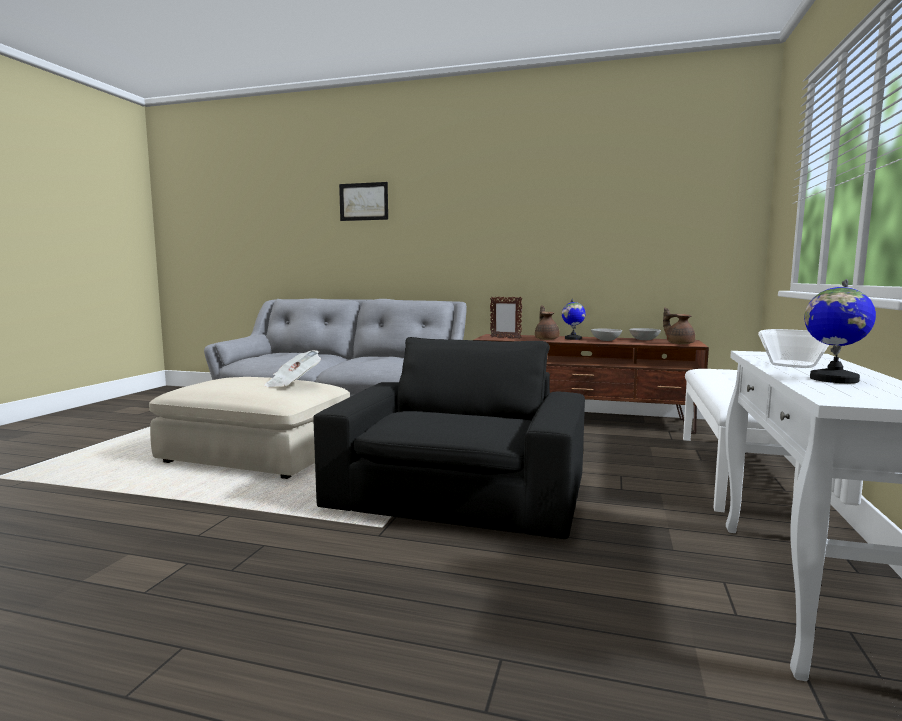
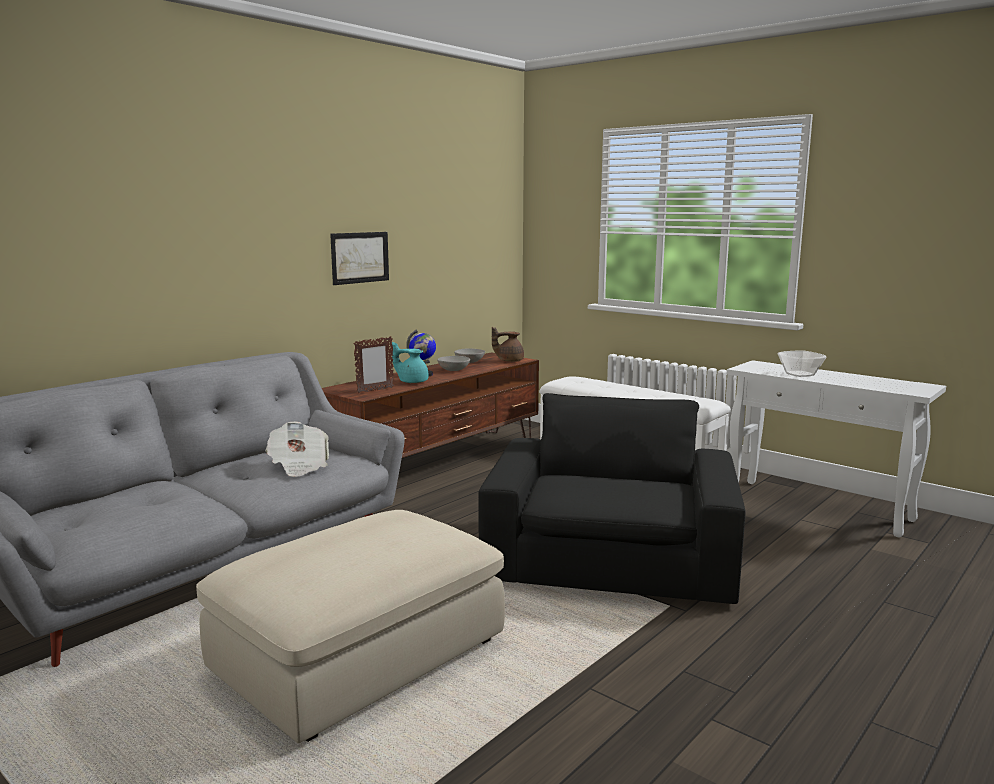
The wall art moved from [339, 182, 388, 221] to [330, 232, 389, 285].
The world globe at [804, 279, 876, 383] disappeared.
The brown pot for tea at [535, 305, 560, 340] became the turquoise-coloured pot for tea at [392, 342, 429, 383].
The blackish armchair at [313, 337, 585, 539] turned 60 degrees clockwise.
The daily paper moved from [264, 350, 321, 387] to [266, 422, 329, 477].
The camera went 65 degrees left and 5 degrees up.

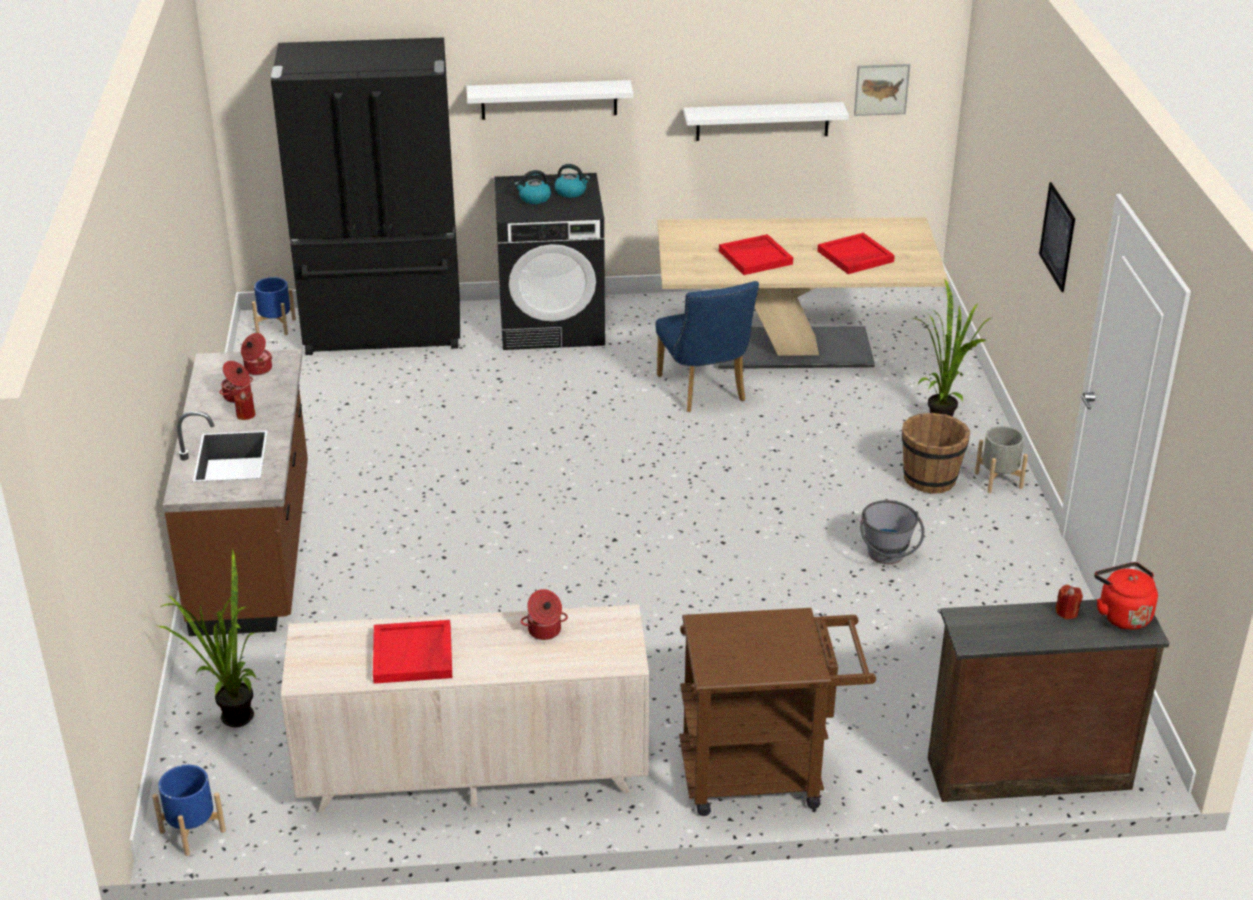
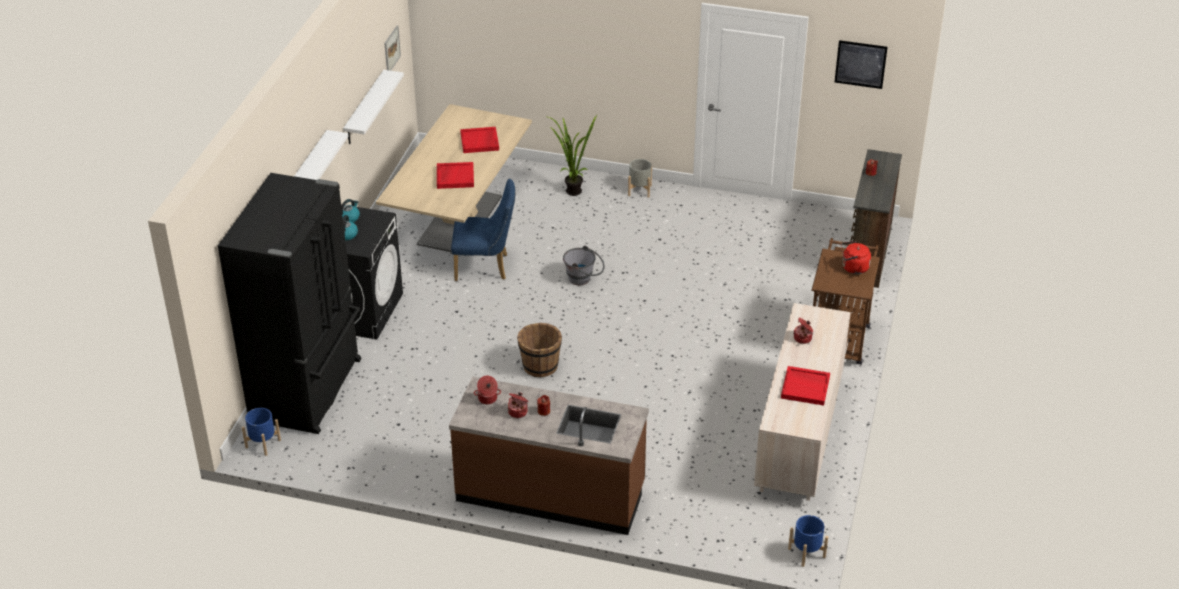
The wall art moved from [1039, 182, 1075, 292] to [835, 40, 888, 89].
The brown water bucket moved from [902, 413, 970, 494] to [517, 323, 562, 377].
The gray water bucket moved from [860, 500, 924, 564] to [563, 246, 605, 285].
The plant in a pot at [158, 548, 256, 727] disappeared.
The red tea kettle moved from [1094, 562, 1158, 630] to [841, 241, 871, 274].
The camera went 70 degrees left and 5 degrees up.

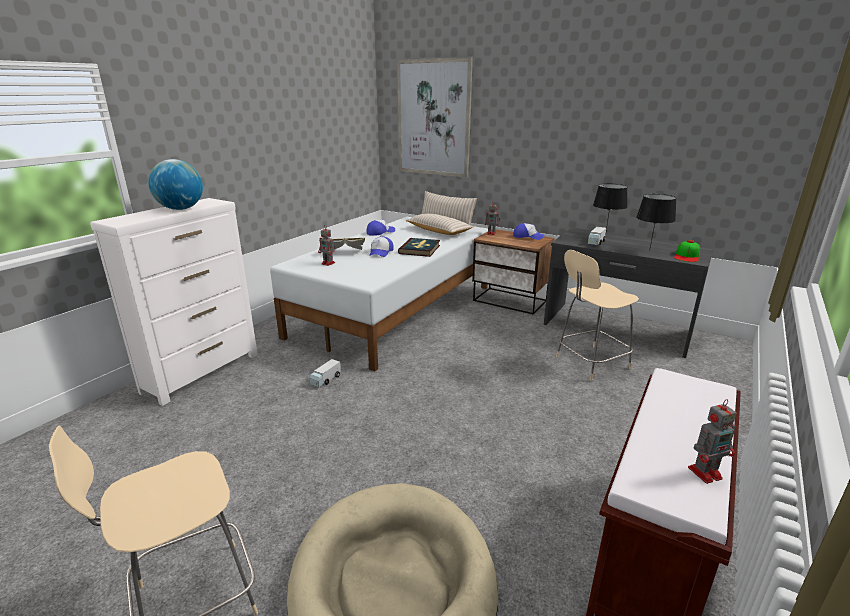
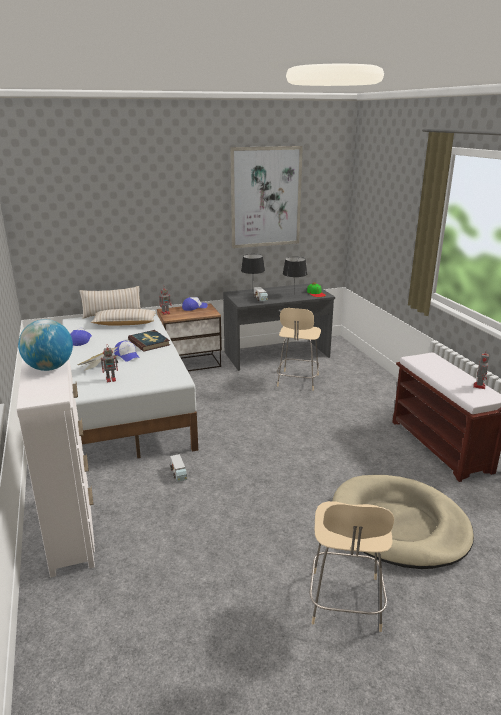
The wall art moved from [397, 57, 473, 178] to [230, 146, 303, 248].
The camera went 50 degrees left and 0 degrees up.

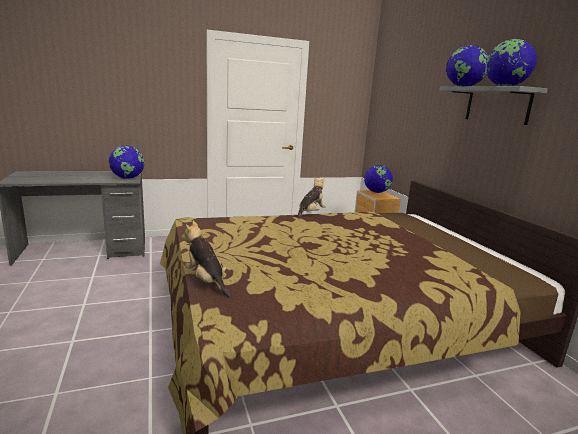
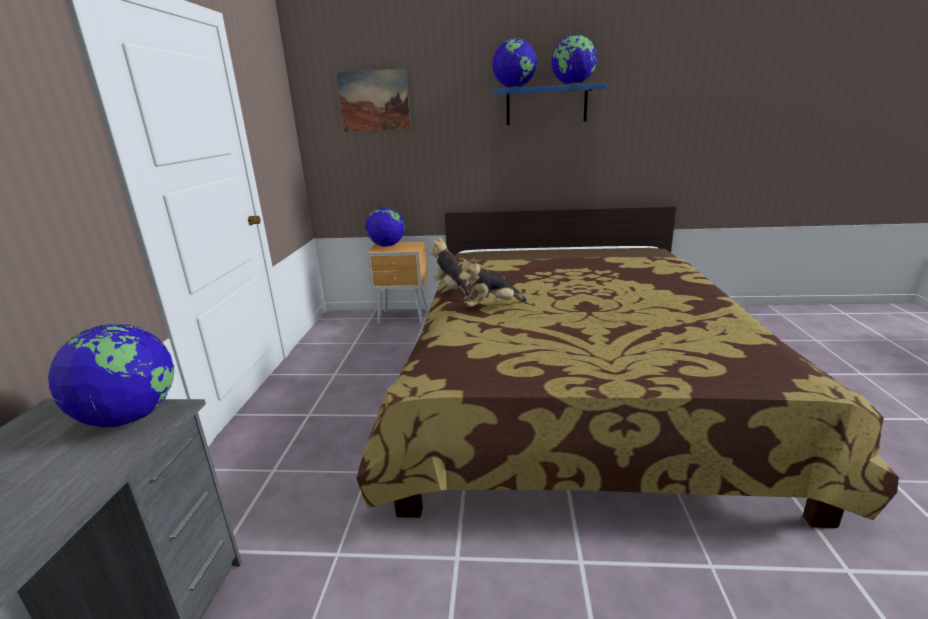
The gray wall shelf at [439, 86, 548, 125] became the bluish wall shelf at [493, 83, 608, 125].
The cuddly toy moved from [181, 221, 231, 297] to [459, 258, 527, 307].
The wall art at [336, 68, 411, 132] appeared.
The camera went 65 degrees left and 5 degrees up.

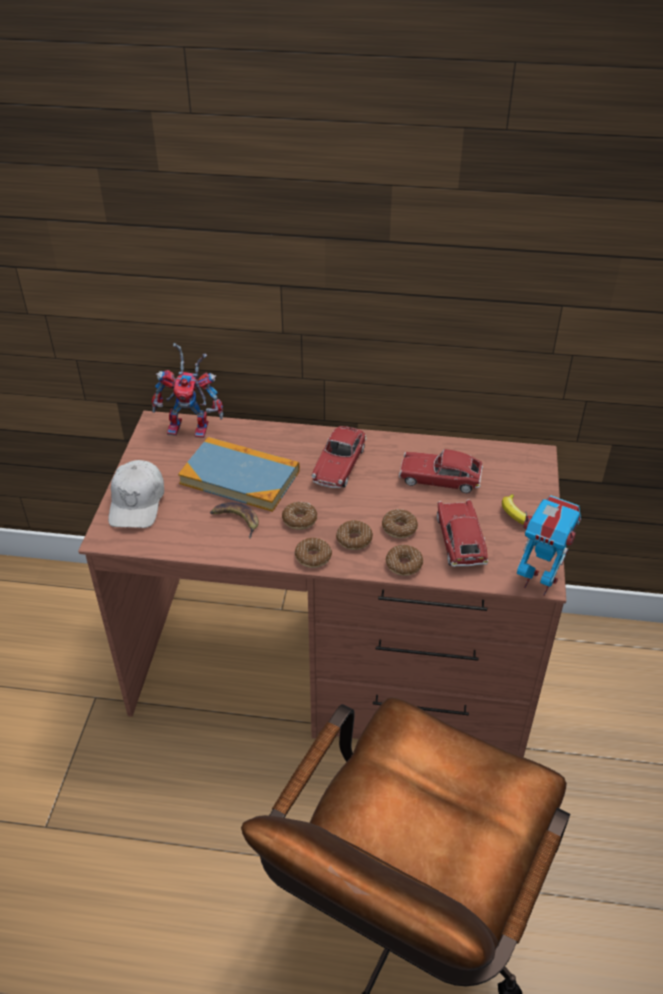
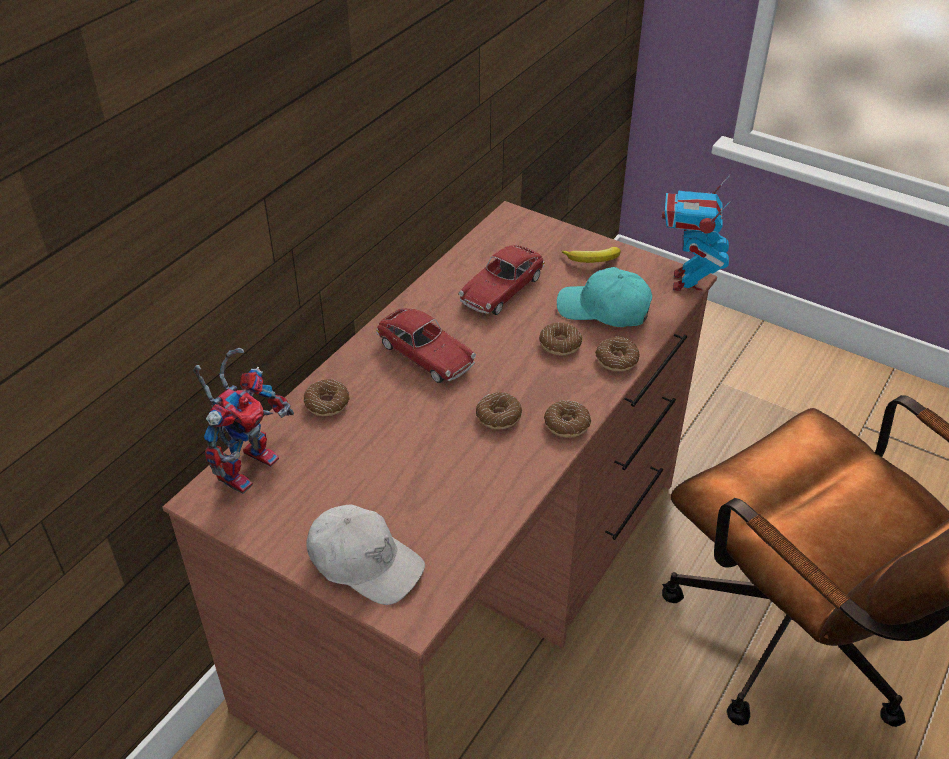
The volume at [178, 437, 300, 512] disappeared.
The model robot at [517, 495, 581, 595] turned 45 degrees counterclockwise.
The model car at [437, 499, 488, 567] was replaced by the turquoise-coloured cap at [557, 267, 652, 327].
The banana at [210, 502, 259, 539] disappeared.
The ring doughnut moved from [336, 520, 373, 550] to [304, 379, 350, 416].
The camera went 65 degrees left and 0 degrees up.

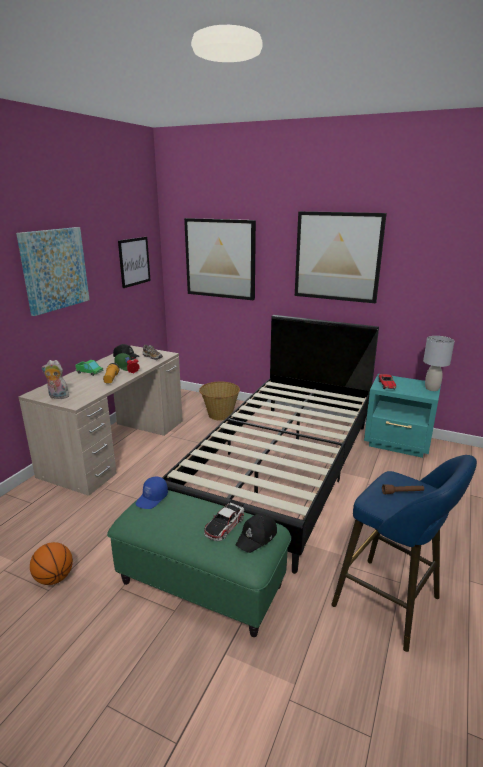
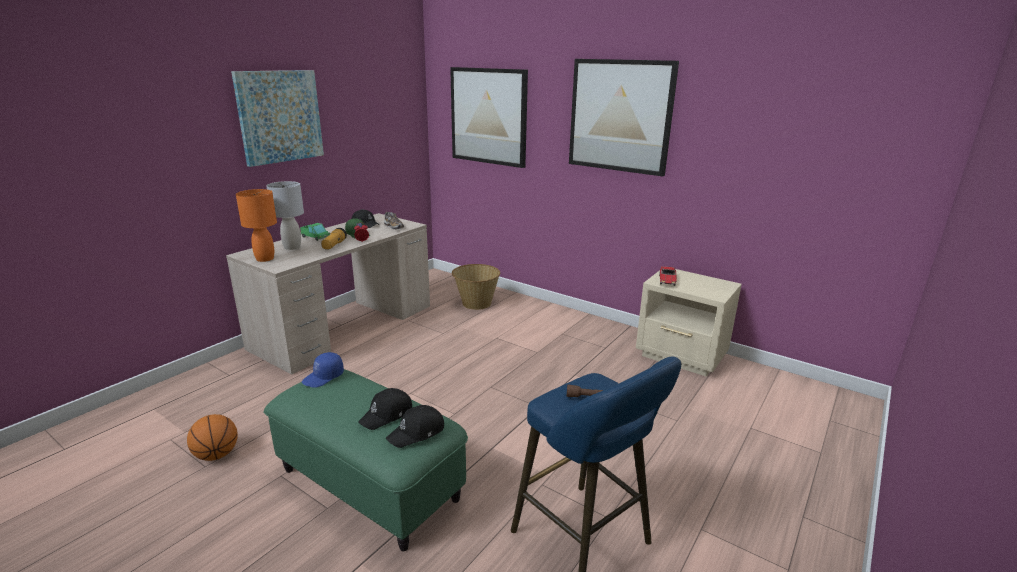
The wall art at [118, 237, 151, 288] disappeared.
The blackish bed at [162, 315, 379, 574] disappeared.
The gray table lamp moved from [423, 336, 455, 391] to [266, 181, 304, 250].
The cuddly toy at [42, 360, 69, 399] was replaced by the orange table lamp at [236, 189, 277, 262].
The turquoise-coloured night table at [364, 374, 441, 458] became the beige night table at [636, 269, 742, 377].
The model car at [204, 499, 244, 541] was replaced by the blackish cap at [358, 388, 412, 430].
The camera went 10 degrees right and 0 degrees up.

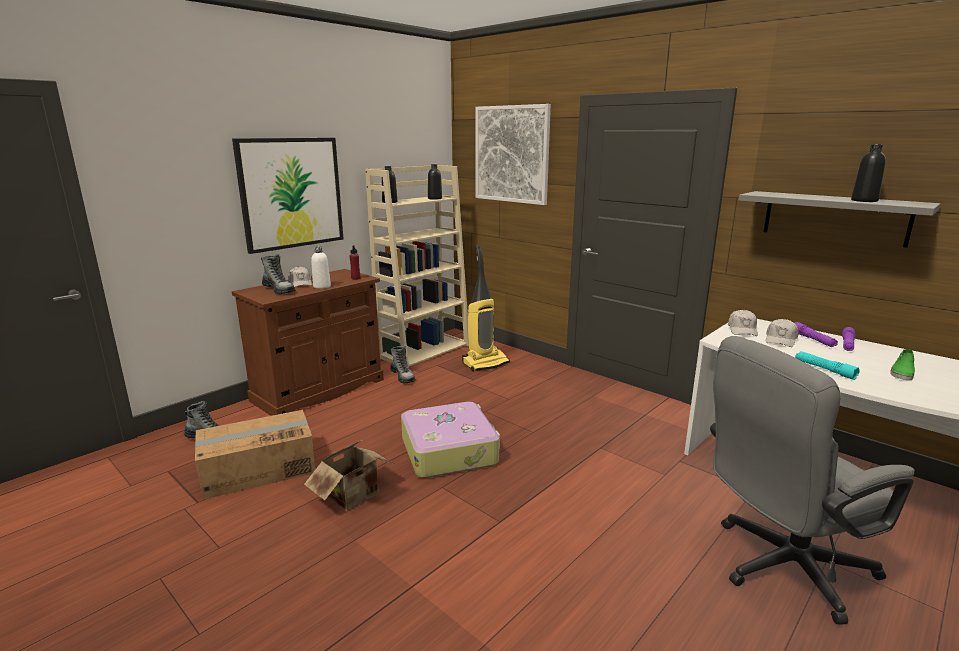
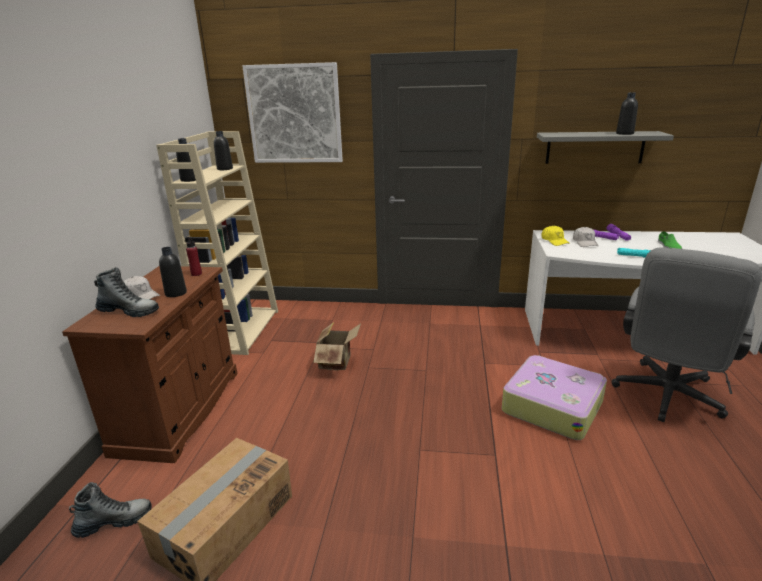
The wall art at [232, 138, 344, 254] disappeared.
The hoover at [462, 245, 510, 372] disappeared.
The white-coloured bottle at [311, 247, 331, 289] became the blackish bottle at [159, 247, 187, 297].
The white-coloured cap at [728, 310, 758, 336] became the yellowish cap at [542, 225, 570, 246].
The boot at [390, 346, 416, 383] disappeared.
The suitcase moved from [401, 402, 500, 478] to [502, 355, 607, 440].
The packing box moved from [304, 440, 394, 511] to [313, 322, 361, 370].
The camera went 35 degrees left and 5 degrees up.

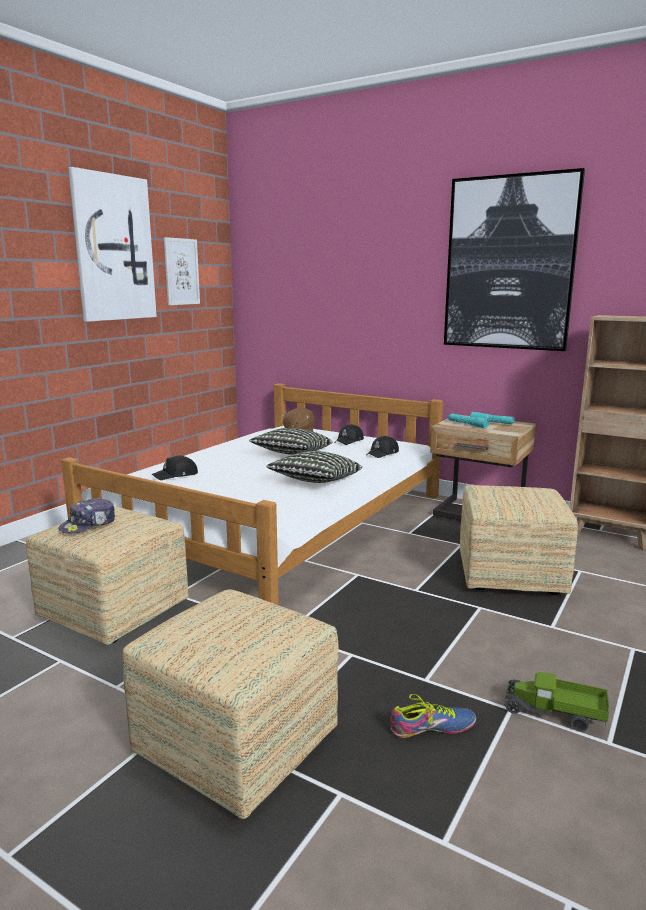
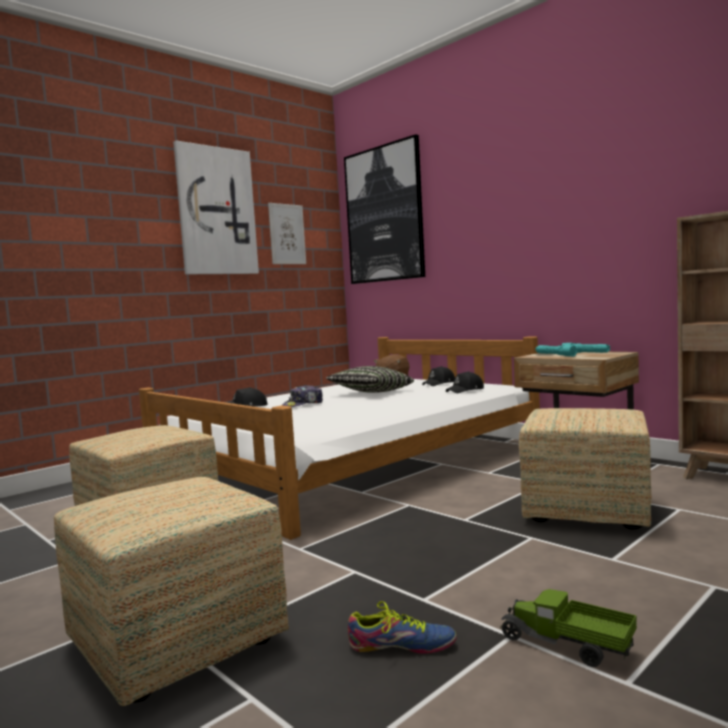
The wall art moved from [444, 168, 585, 351] to [344, 134, 425, 284].
The cushion at [266, 451, 362, 483] disappeared.
The cap moved from [59, 497, 115, 534] to [282, 385, 323, 407].
The camera went 15 degrees right and 10 degrees down.

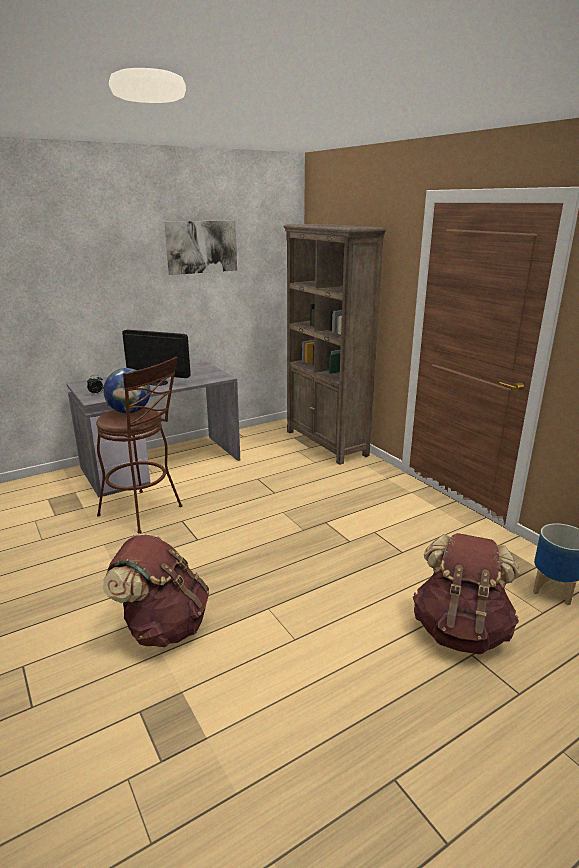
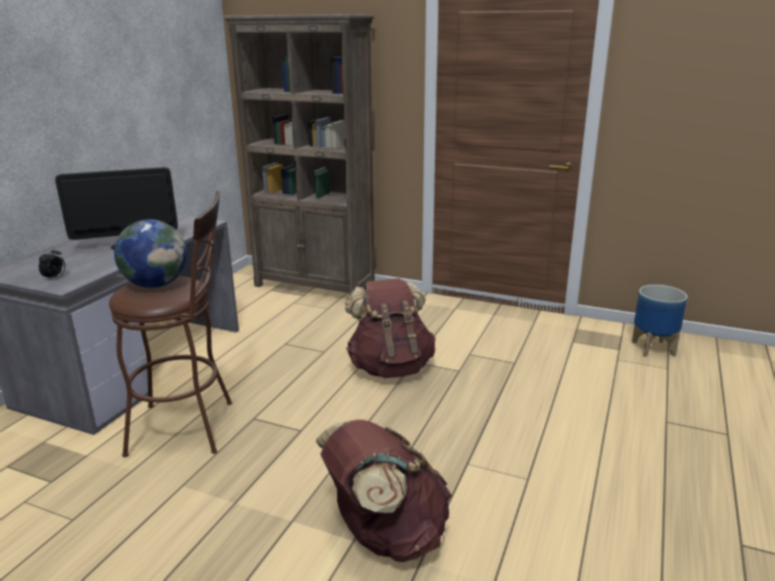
The wall art at [164, 220, 237, 275] disappeared.
The brown backpack moved from [413, 533, 520, 654] to [345, 278, 435, 378].
The camera went 35 degrees left and 0 degrees up.

